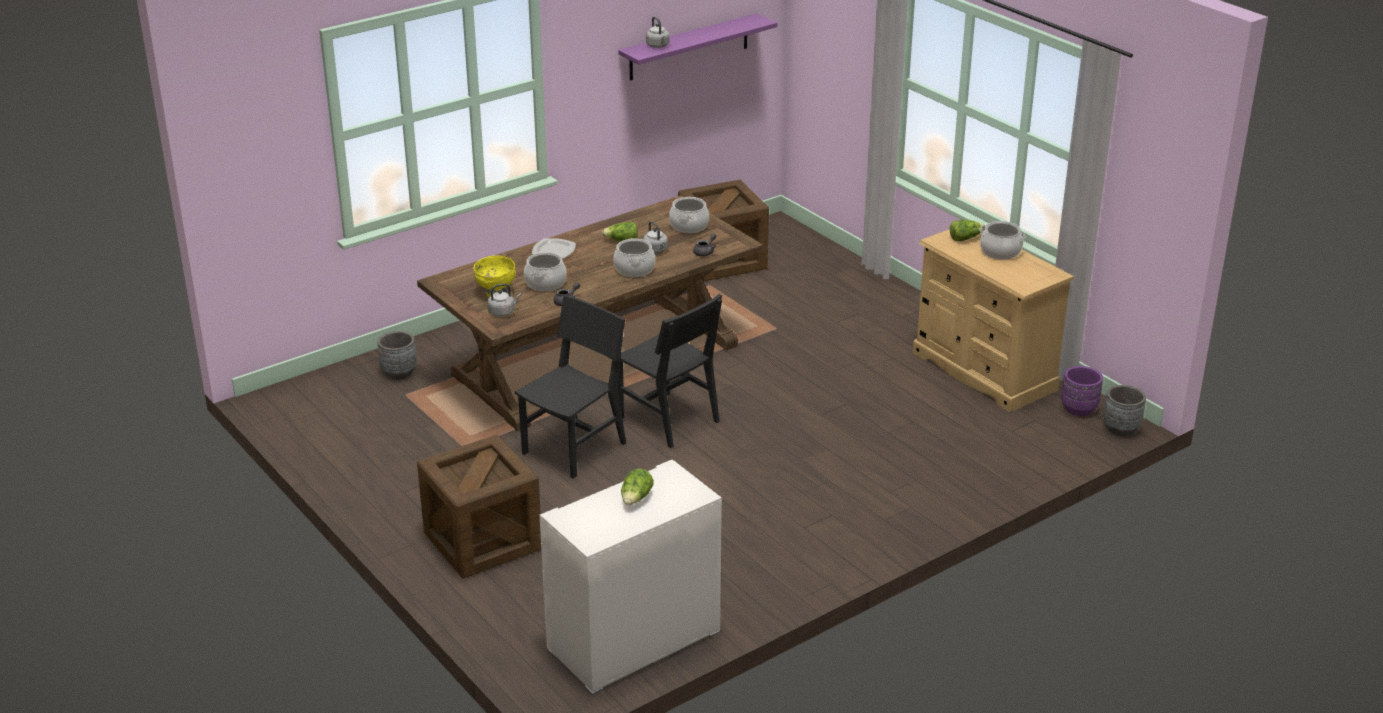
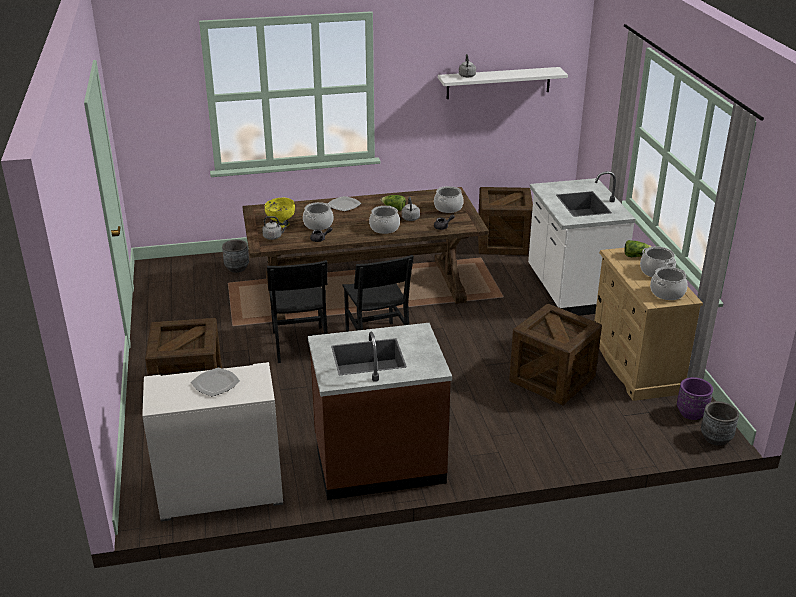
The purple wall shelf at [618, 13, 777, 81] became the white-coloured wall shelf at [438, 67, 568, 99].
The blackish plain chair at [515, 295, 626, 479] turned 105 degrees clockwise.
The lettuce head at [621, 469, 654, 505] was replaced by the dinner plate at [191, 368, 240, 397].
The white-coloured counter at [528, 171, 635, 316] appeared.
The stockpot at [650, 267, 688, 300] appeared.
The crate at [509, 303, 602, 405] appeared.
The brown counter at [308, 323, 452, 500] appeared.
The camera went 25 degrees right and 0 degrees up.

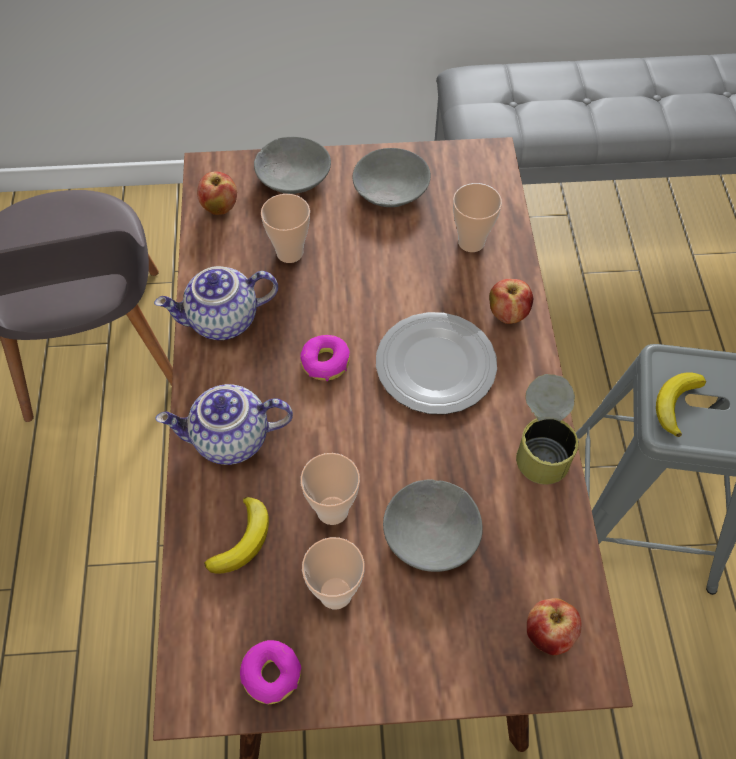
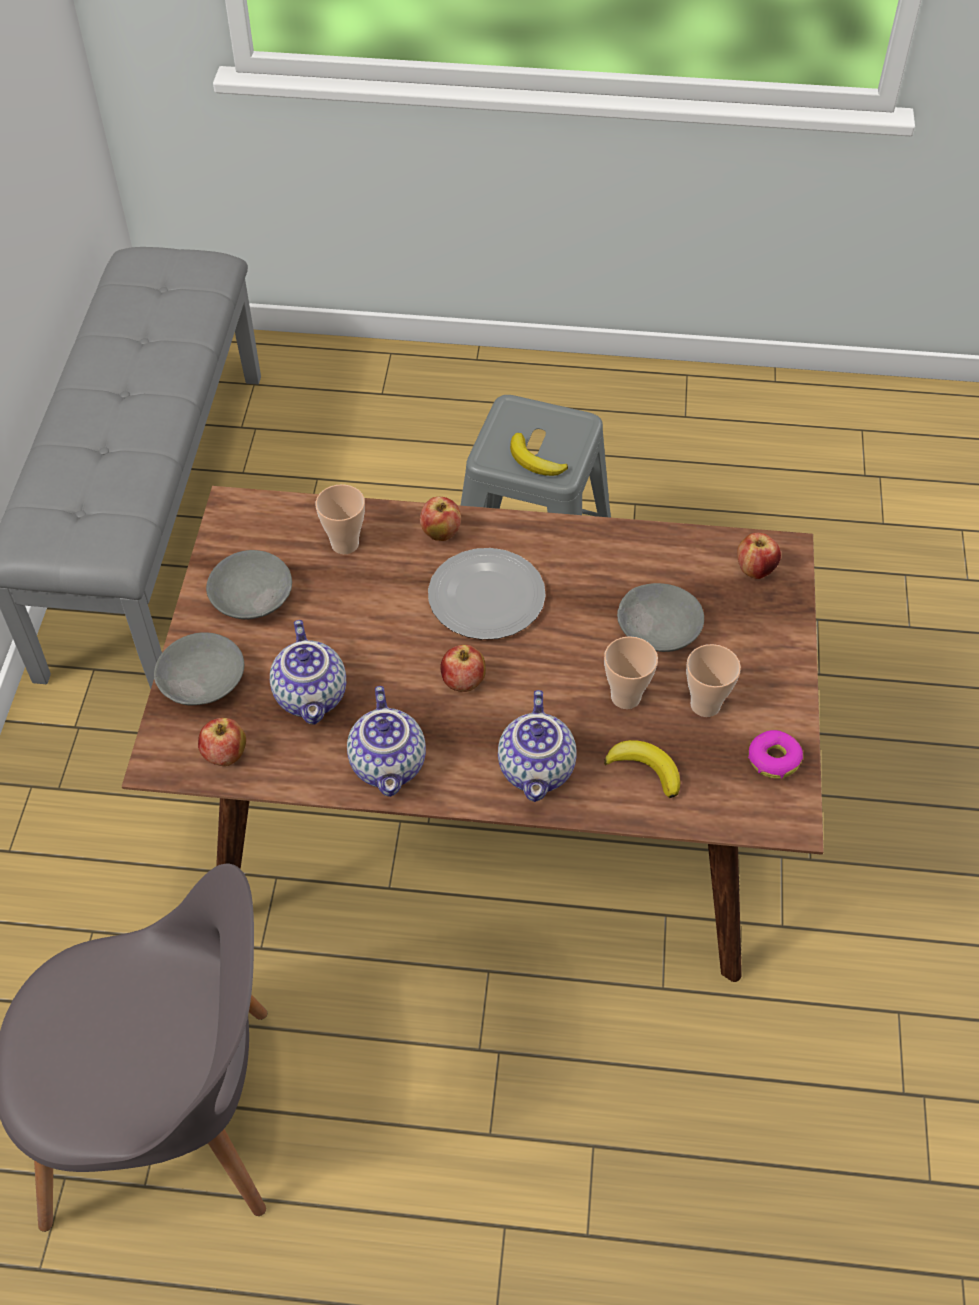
The small cup at [261, 194, 310, 263] was replaced by the pot for tea at [270, 620, 346, 725].
The ring doughnut at [300, 335, 350, 381] was replaced by the apple at [440, 645, 486, 692].
The can at [516, 374, 578, 485] disappeared.
The camera went 80 degrees left and 5 degrees down.

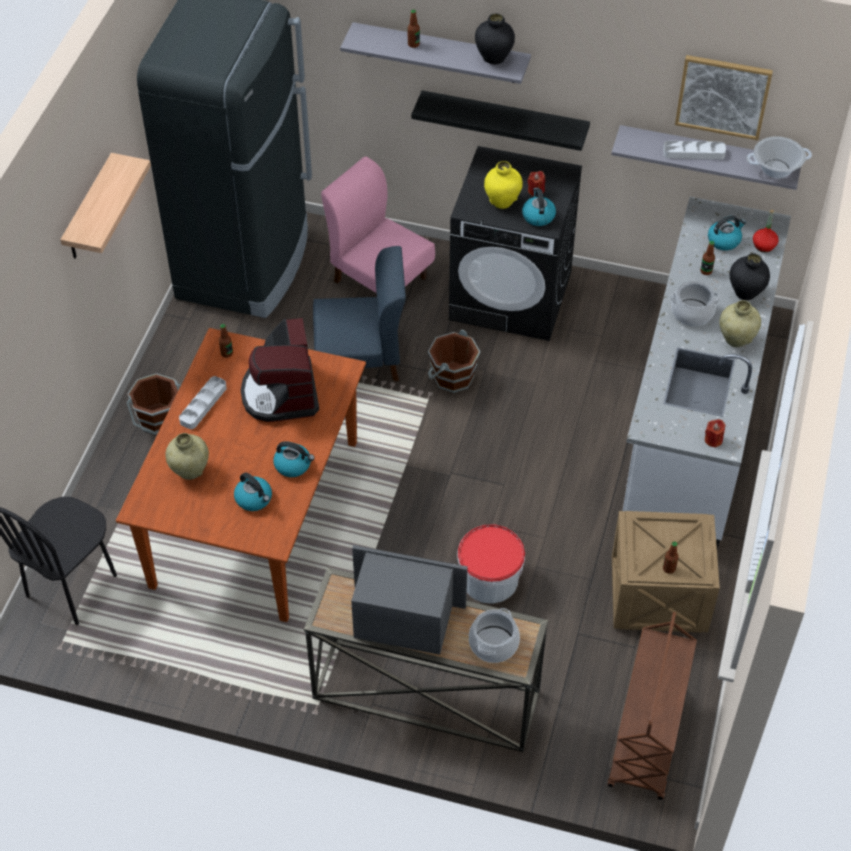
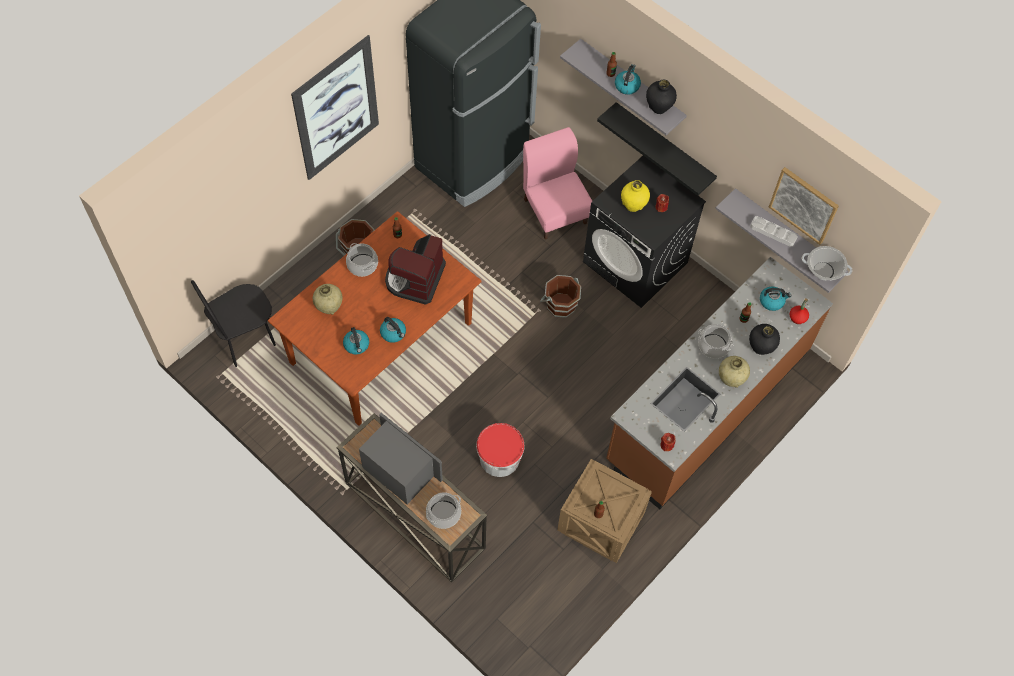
The wall shelf at [60, 153, 151, 259] was replaced by the wall art at [291, 35, 379, 180].
The tea kettle moved from [522, 188, 556, 226] to [615, 64, 641, 95].
The white-coloured counter at [623, 197, 791, 549] became the brown counter at [606, 257, 833, 509].
The bluish plain chair at [313, 246, 406, 381] disappeared.
The gray tray at [179, 376, 227, 429] was replaced by the stockpot at [346, 243, 378, 277].
The brown trolley at [608, 612, 697, 800] disappeared.
The camera went 25 degrees right and 10 degrees up.

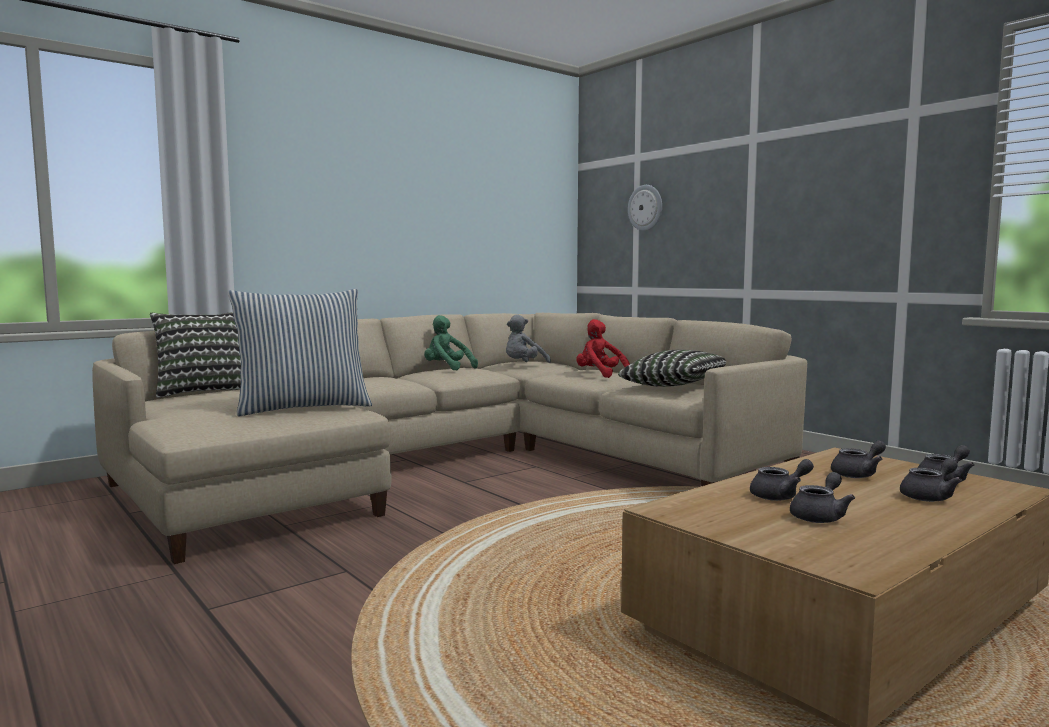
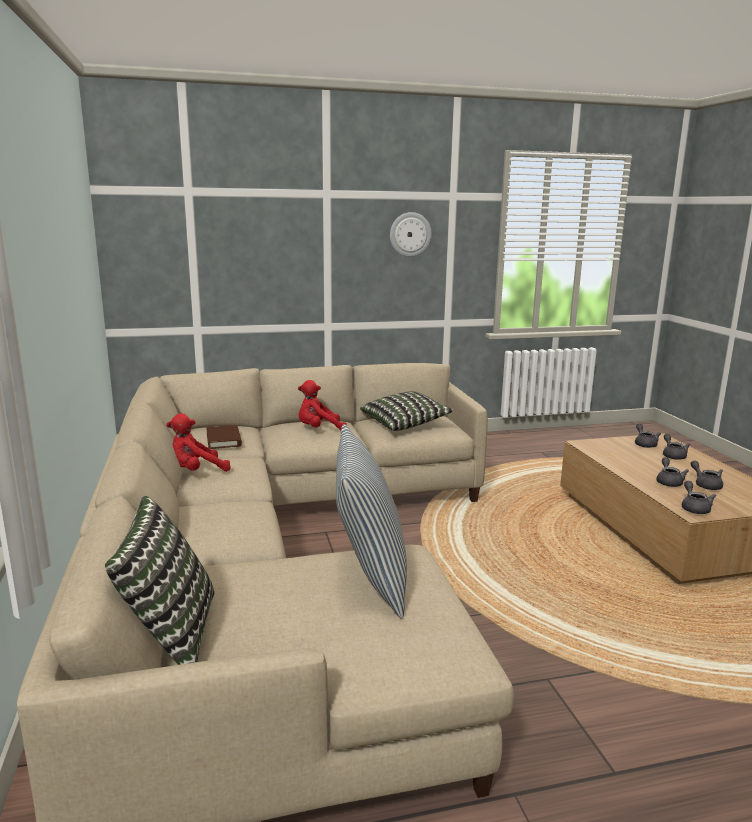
The clock on the wall moved from [628, 185, 662, 231] to [390, 212, 432, 257].
The green cuddly toy at [424, 315, 478, 370] became the red cuddly toy at [166, 413, 231, 472].
The gray cuddly toy at [506, 315, 551, 363] was replaced by the brown volume at [206, 425, 242, 449].
The gray pot for tea moved from [831, 440, 886, 478] to [682, 481, 716, 514].
The camera went 65 degrees left and 10 degrees up.

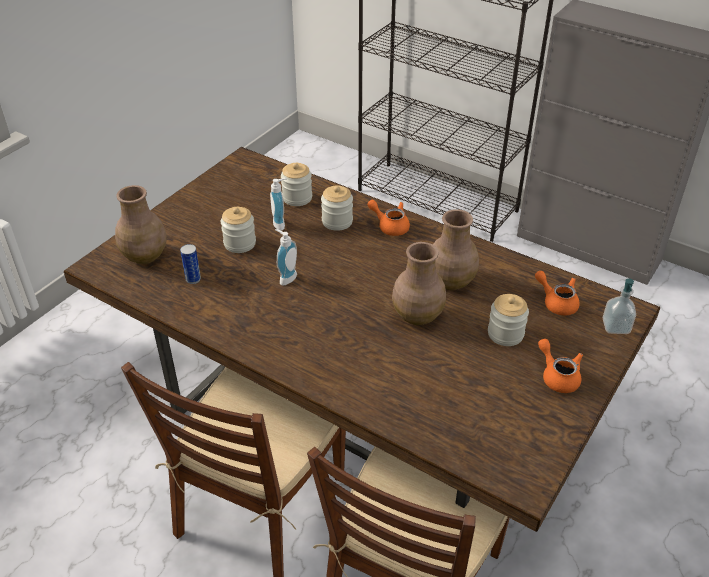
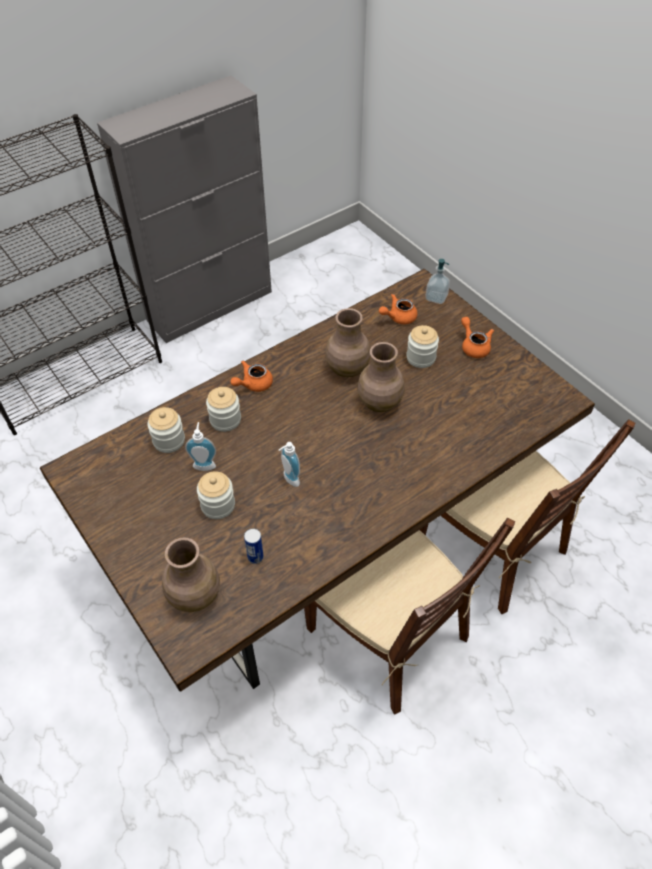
The orange pot for tea at [538, 339, 583, 393] turned 75 degrees clockwise.
The camera went 70 degrees left and 10 degrees up.

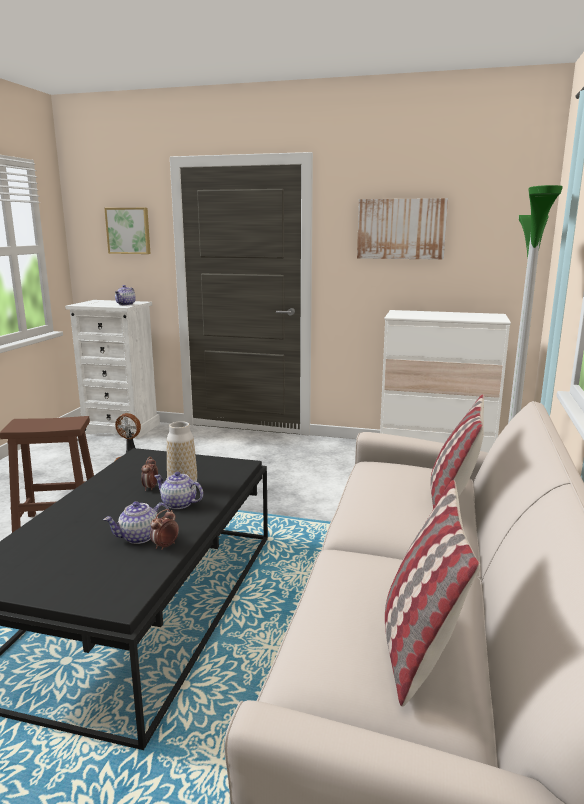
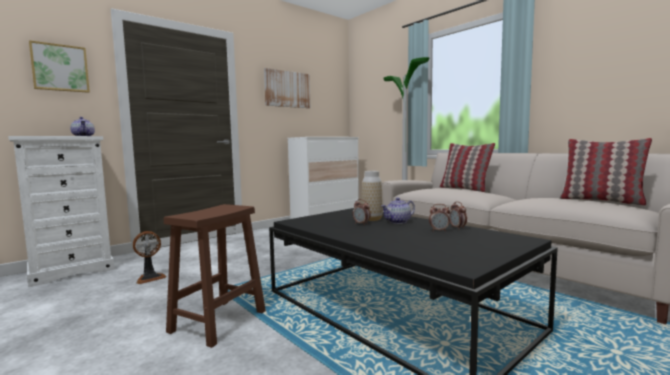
The pot for tea at [103, 501, 169, 544] was replaced by the bedside clock at [429, 204, 450, 232].
The camera went 55 degrees left and 10 degrees down.

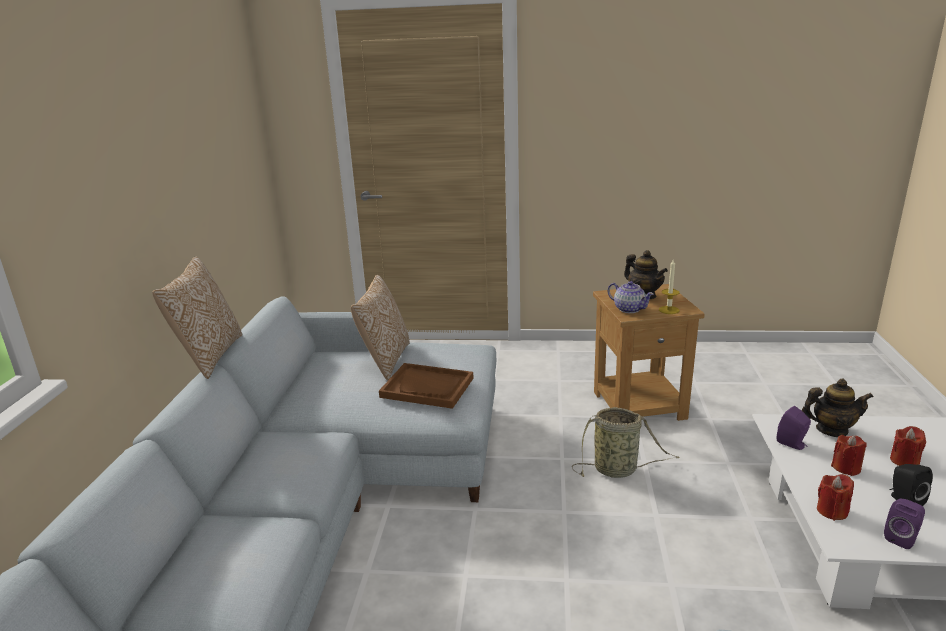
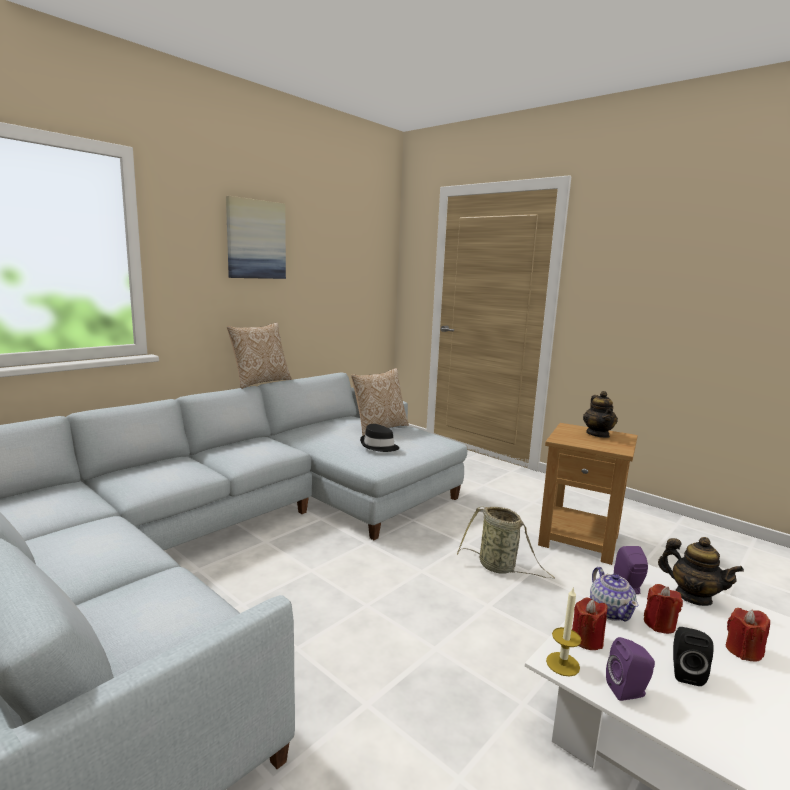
The wax light moved from [659, 260, 679, 314] to [546, 587, 581, 677].
The pot for tea moved from [608, 281, 654, 313] to [590, 567, 638, 622].
The brown tray at [379, 363, 474, 409] was replaced by the blackish wearable hat at [360, 424, 399, 452].
The wall art at [226, 196, 286, 279] appeared.
The camera went 35 degrees right and 10 degrees down.

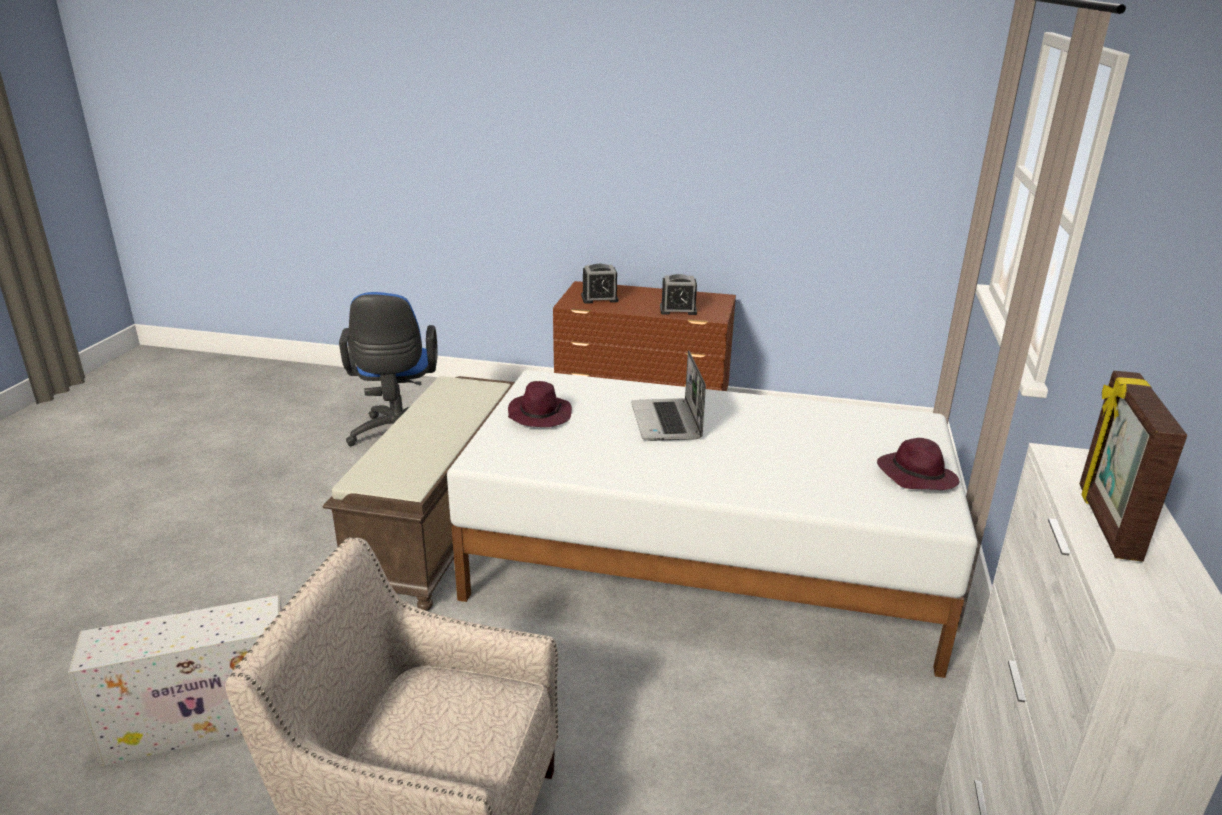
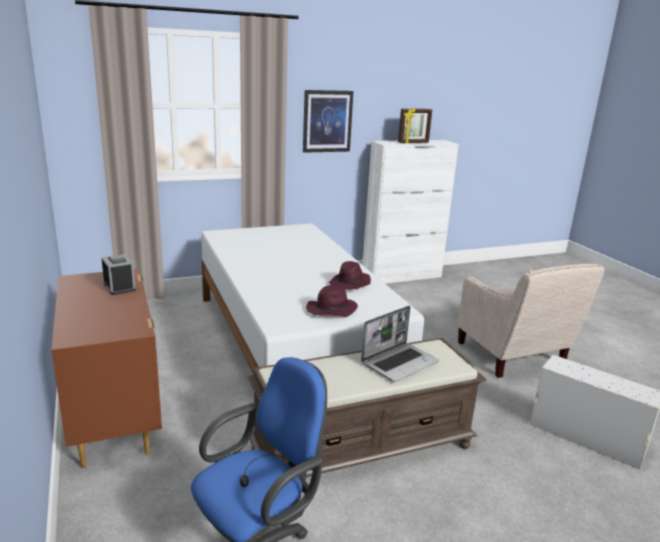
The bedside clock at [581, 264, 618, 304] disappeared.
The laptop moved from [631, 350, 706, 441] to [361, 306, 439, 382].
The purple wearable hat moved from [877, 438, 959, 490] to [328, 261, 371, 290].
The wall art at [303, 90, 353, 153] appeared.
The camera went 125 degrees left and 5 degrees down.

